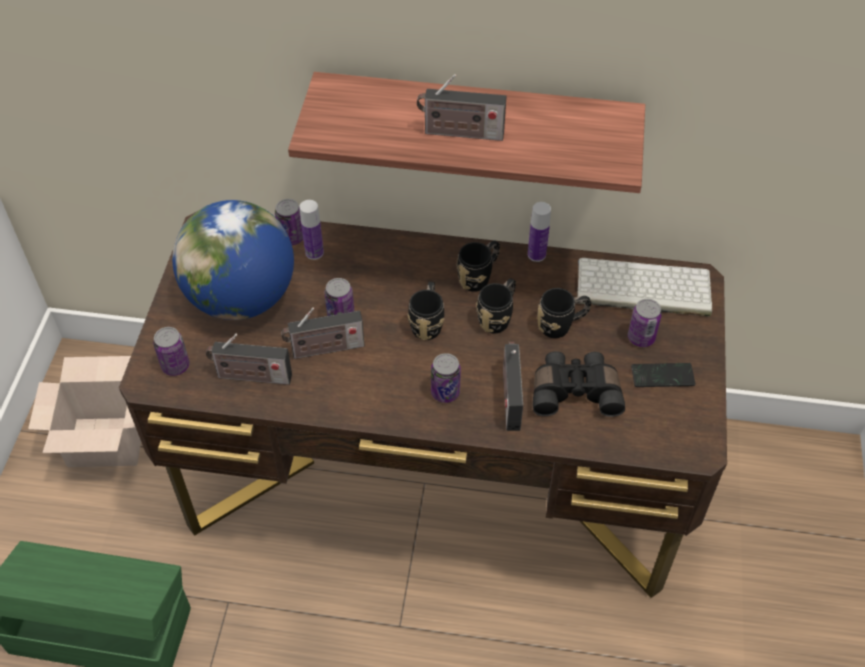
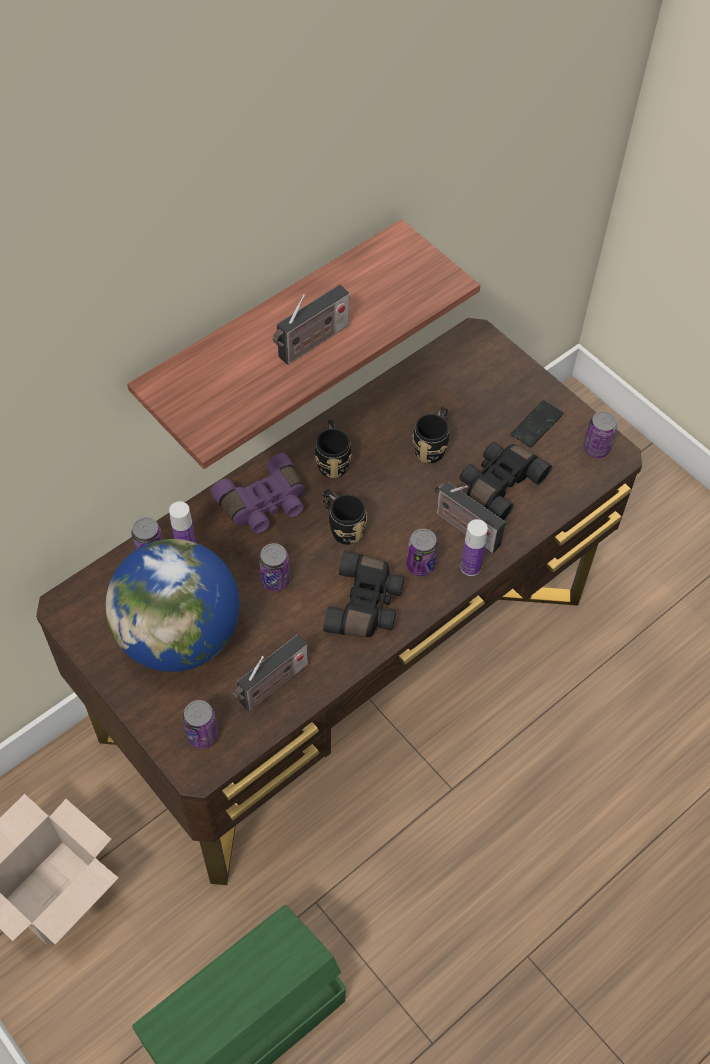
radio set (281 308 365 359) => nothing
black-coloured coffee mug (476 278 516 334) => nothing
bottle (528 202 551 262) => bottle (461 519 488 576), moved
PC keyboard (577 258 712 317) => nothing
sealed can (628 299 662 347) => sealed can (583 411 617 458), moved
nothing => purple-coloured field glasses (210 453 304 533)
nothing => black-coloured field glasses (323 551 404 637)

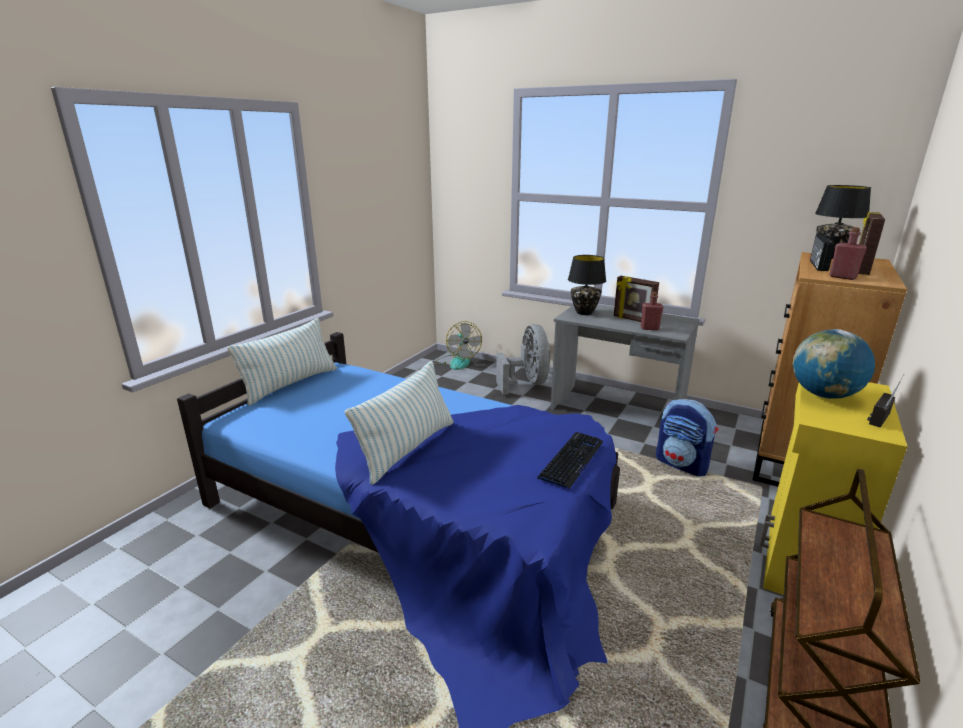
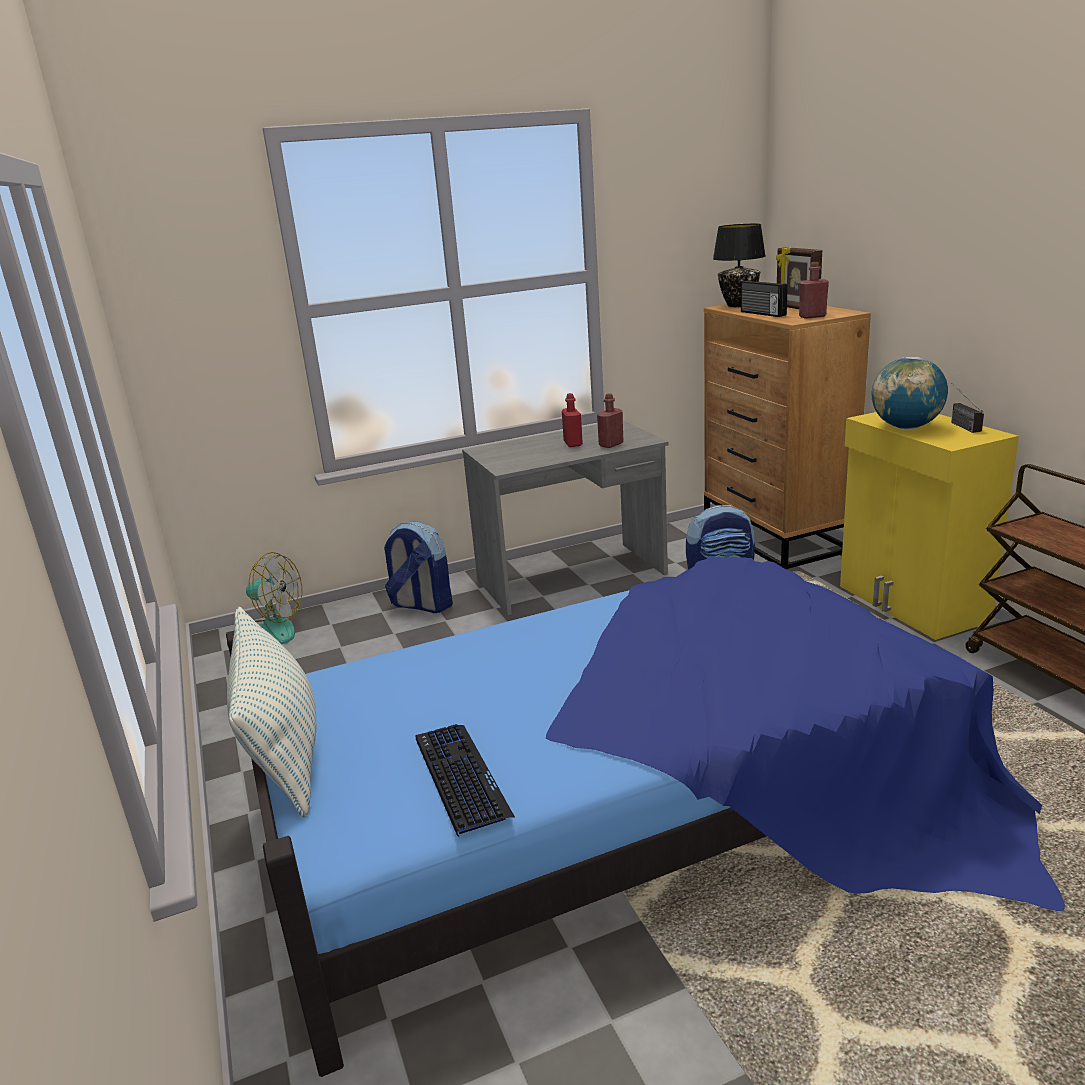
cushion (345 361 453 485) => nothing
gray fan (496 324 551 395) => knapsack (384 522 453 613)
PC keyboard (537 432 604 489) => PC keyboard (416 724 515 837), moved
black-coloured lamp for a table (568 255 606 315) => nothing
picture frame (614 276 659 322) => red-coloured bottle (562 393 583 447)

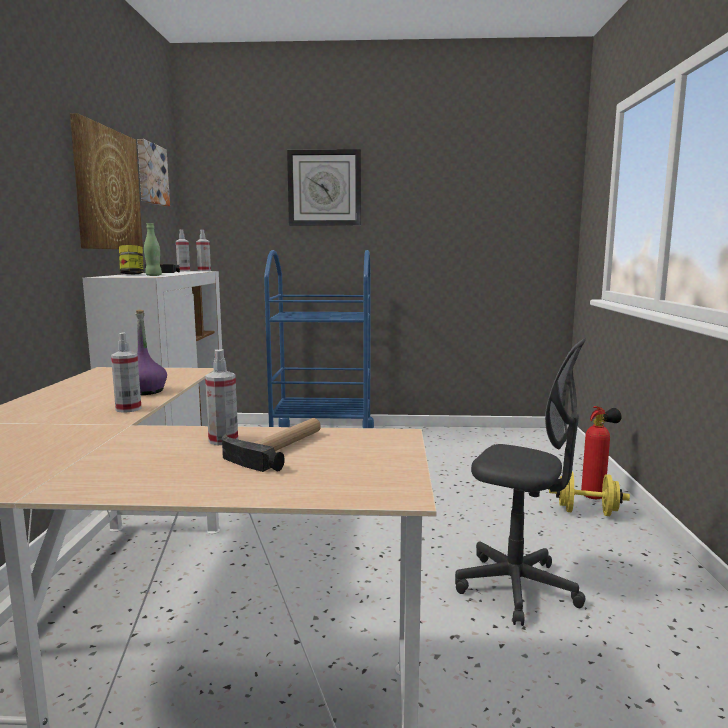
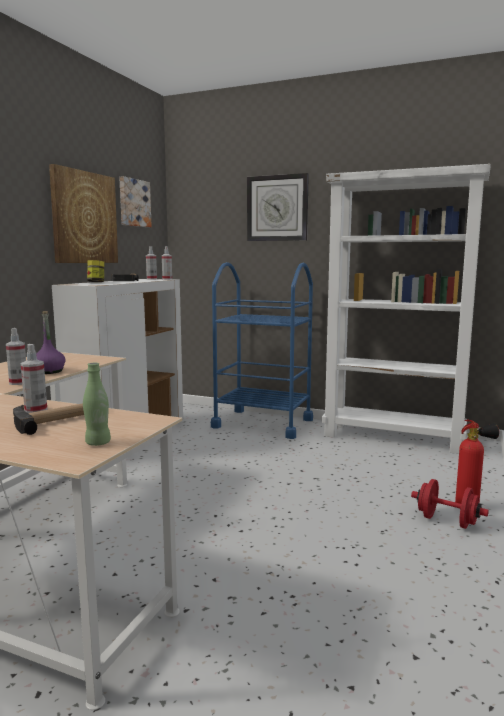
green-coloured bottle (144 223 162 276) => green-coloured bottle (83 363 111 446), moved
gray desk chair (455 338 586 626) => nothing
yellow-coloured hand weight (549 471 630 516) => red-coloured hand weight (411 479 489 529)
nothing => whitish bookshelf (322 164 491 454)

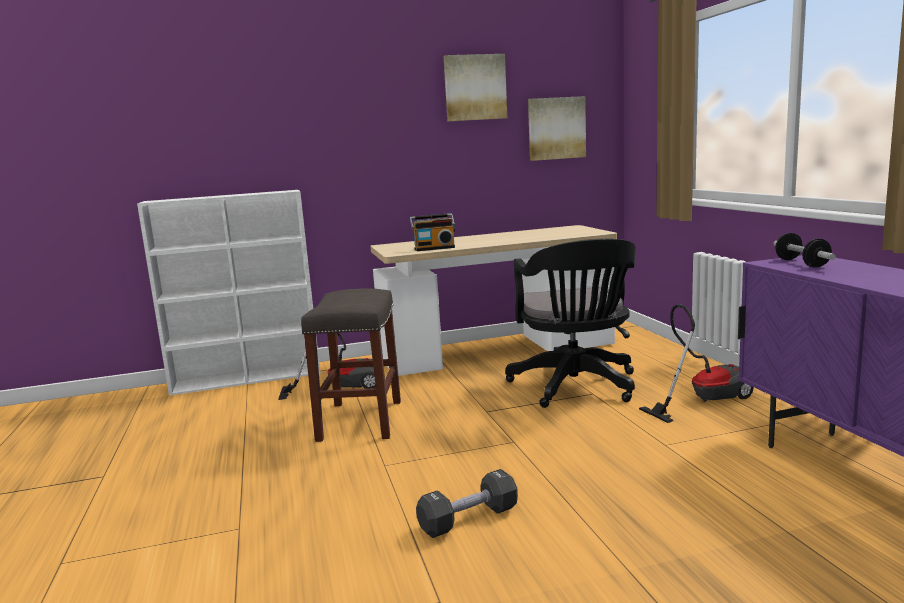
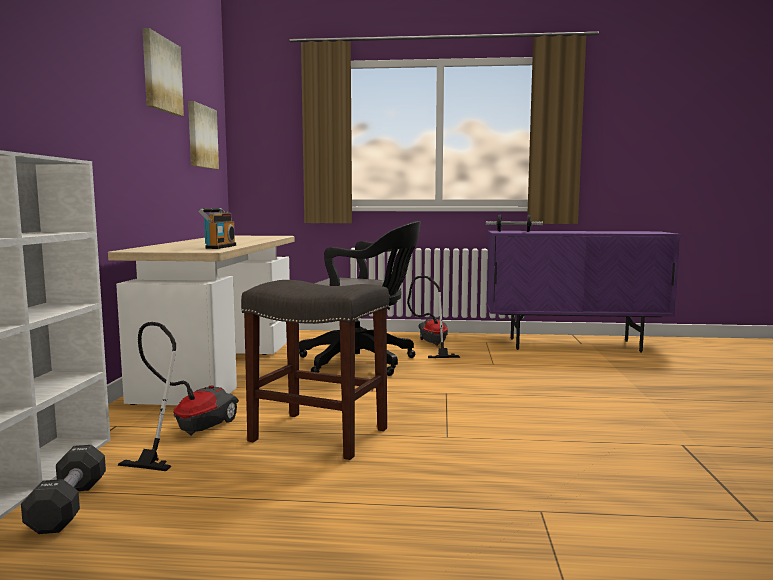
black-coloured hand weight (416 469 518 538) => black-coloured hand weight (21 445 106 534), moved

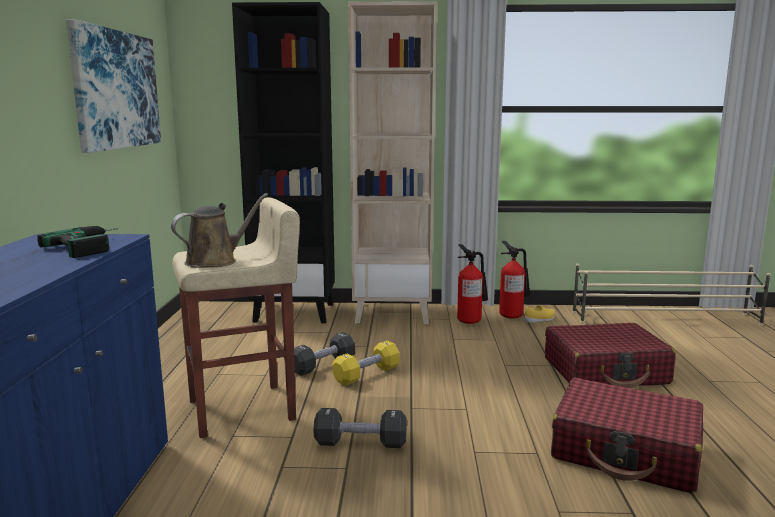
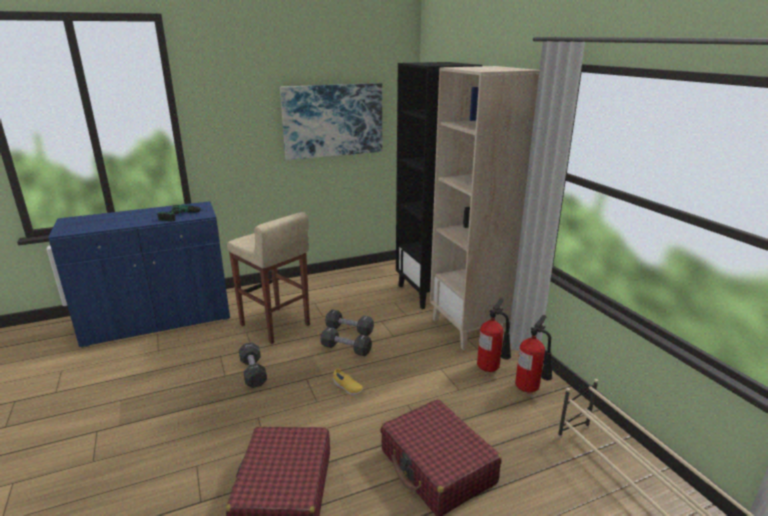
brown-coloured sprinkling can (171 193 268 268) => nothing
yellow-coloured hand weight (332 340 399 386) => black-coloured hand weight (320 327 372 356)
yellow-coloured item of footwear (525 305 556 323) => yellow-coloured item of footwear (333 369 364 395), moved

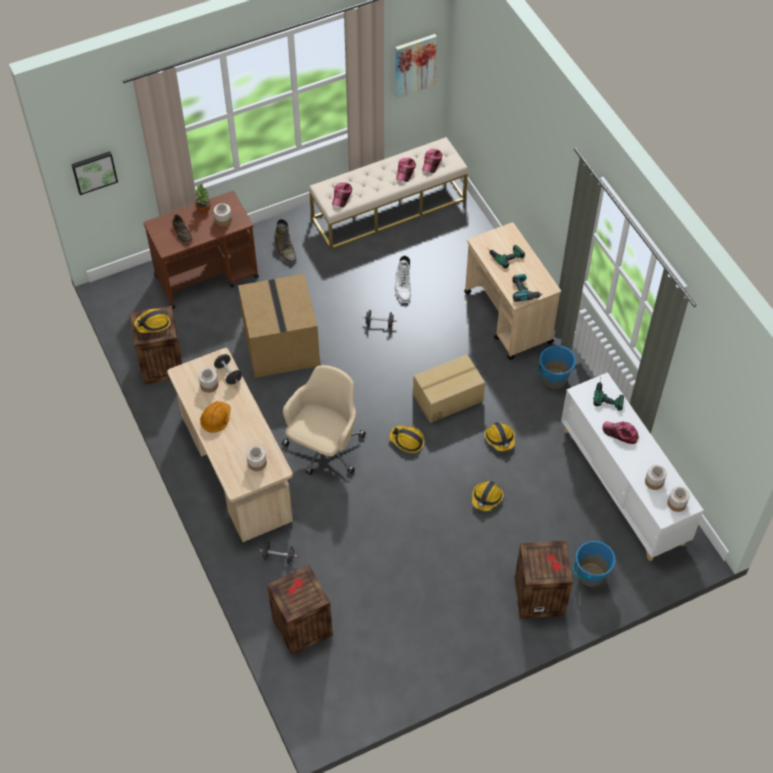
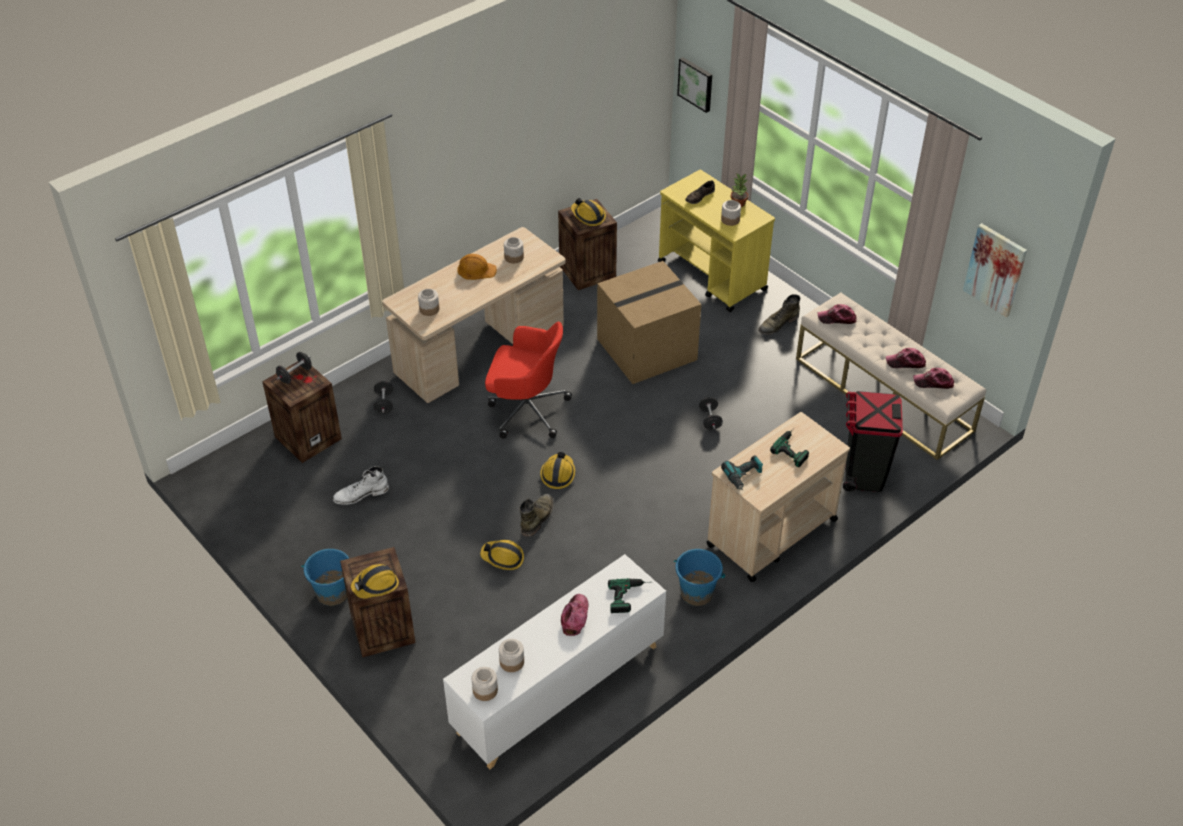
brown-coloured cart (143 191 259 309) => yellow-coloured cart (658 170 775 312)
black-coloured hand weight (214 354 242 384) => black-coloured hand weight (276 352 312 384), moved
beige desk chair (282 365 366 475) => red-coloured desk chair (485 322 572 439)
whitish high-top boot (395 256 411 302) => whitish high-top boot (333 466 389 505), moved
cardboard box (413 354 485 423) => nothing
work helmet (484 422 515 451) => work helmet (351 564 399 598), moved
blue pail (574 541 616 587) => blue pail (302 549 349 606), moved
nothing => green-coloured high-top boot (520 494 553 537)
nothing => black-coloured trash can (843 391 903 492)

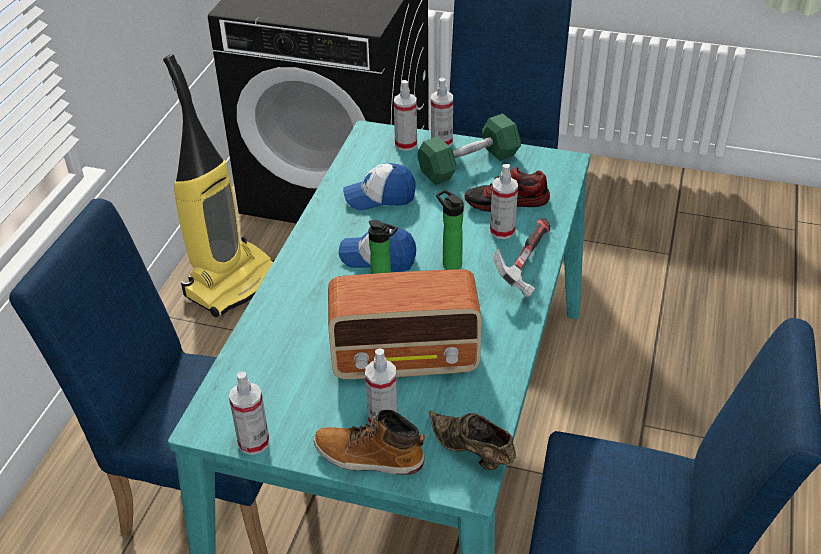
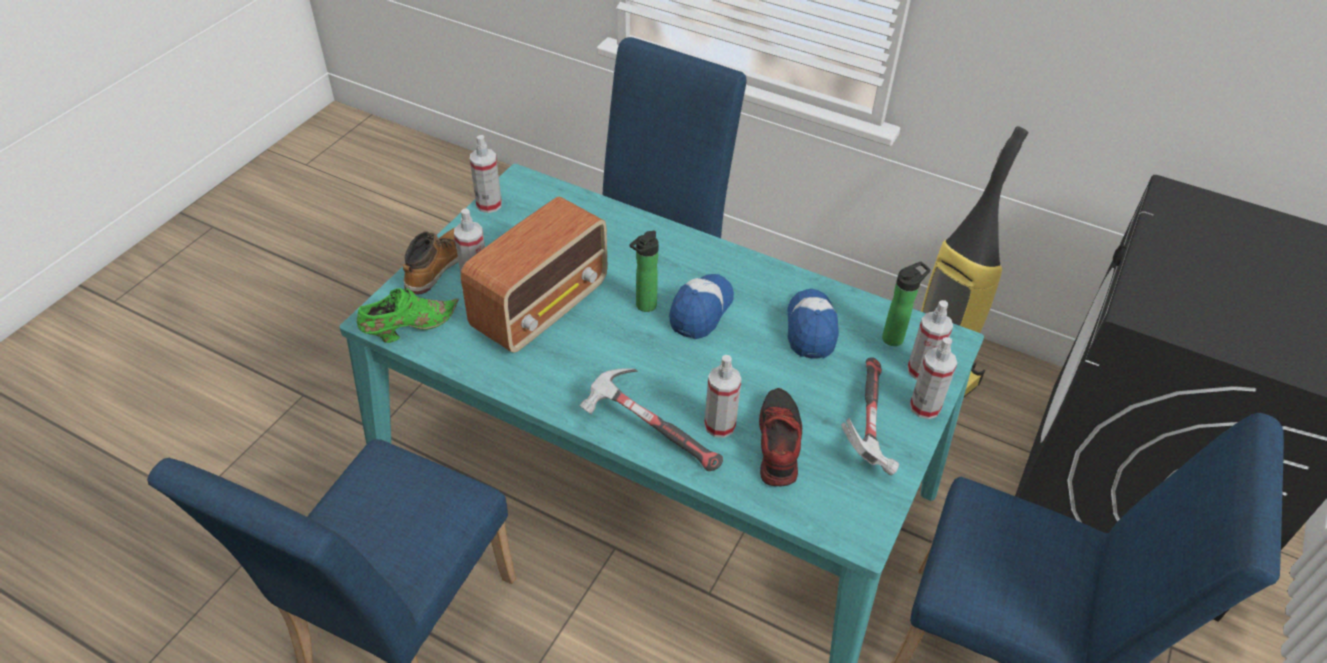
radio set (328 269 482 379) => radio set (461 197 607 352), 150 degrees counterclockwise
green-coloured hand weight (417 113 521 185) => hand hammer (841 357 899 475)
brown-coloured item of footwear (428 411 516 470) => green-coloured item of footwear (357 288 459 343)
bottle (436 190 464 270) => bottle (882 262 930 346), moved

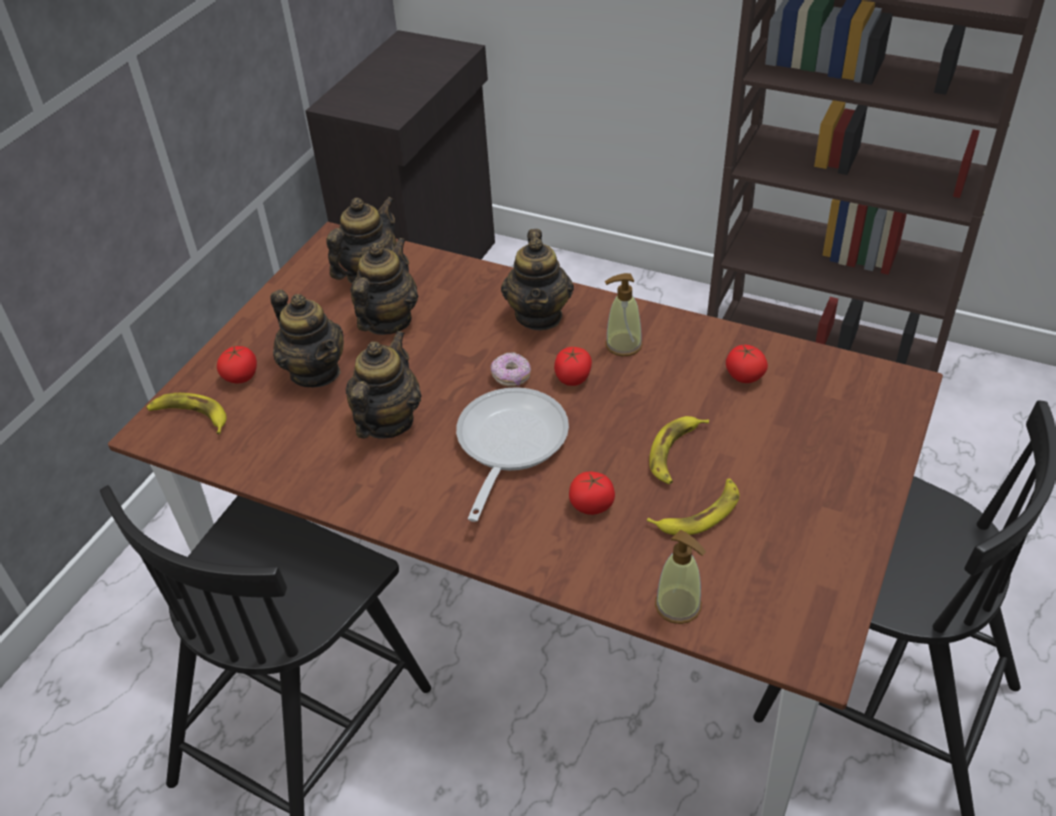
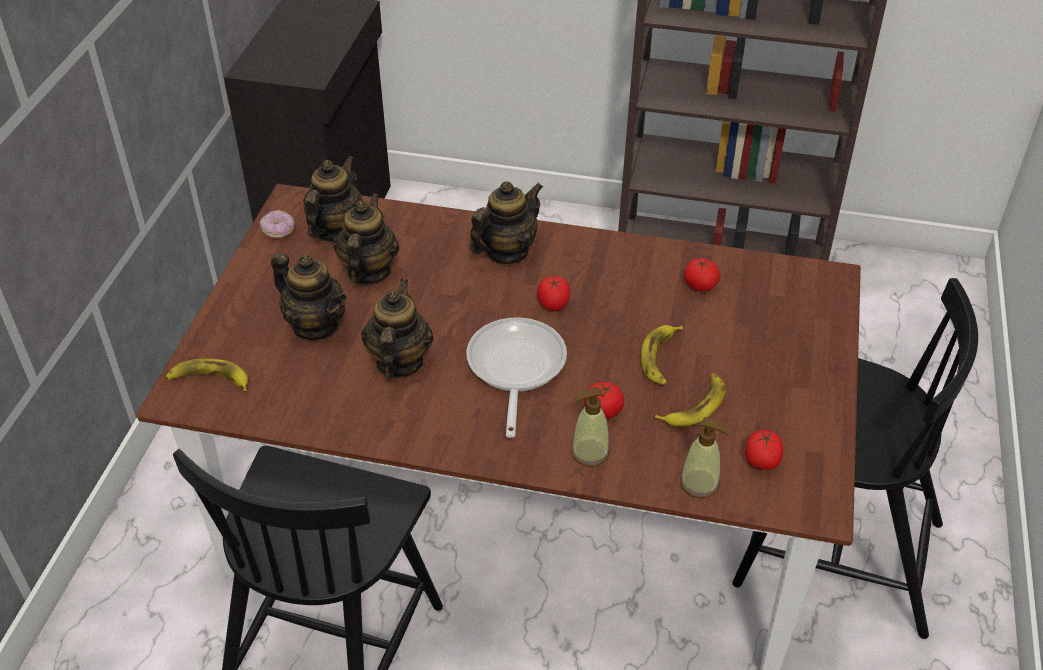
tomato (217 346 257 384) => tomato (745 430 783 470), moved
ring doughnut (491 352 531 387) => ring doughnut (260 210 295 238), moved
teapot (501 229 574 330) => teapot (469 181 543 264), 120 degrees counterclockwise
soap bottle (605 273 643 356) => soap bottle (571 387 610 467), moved

